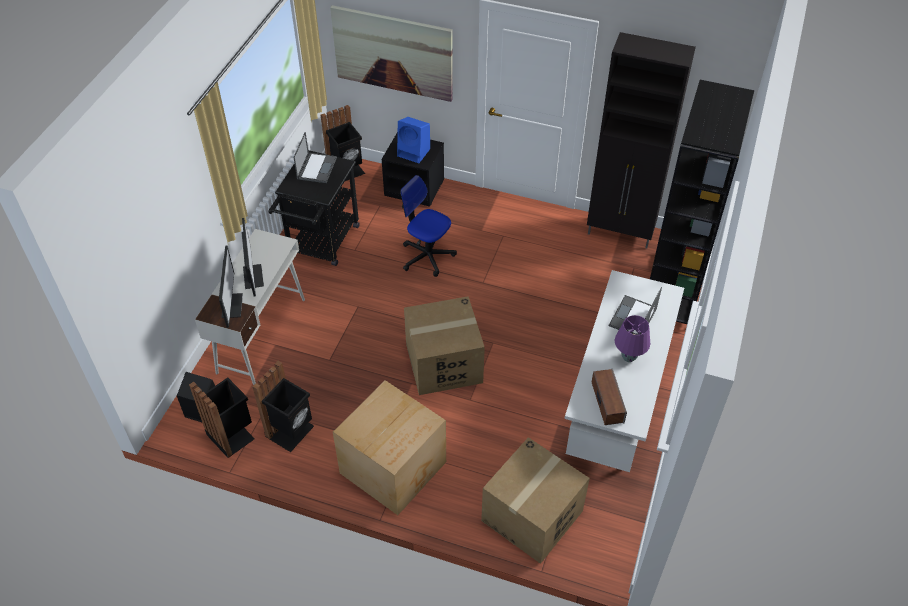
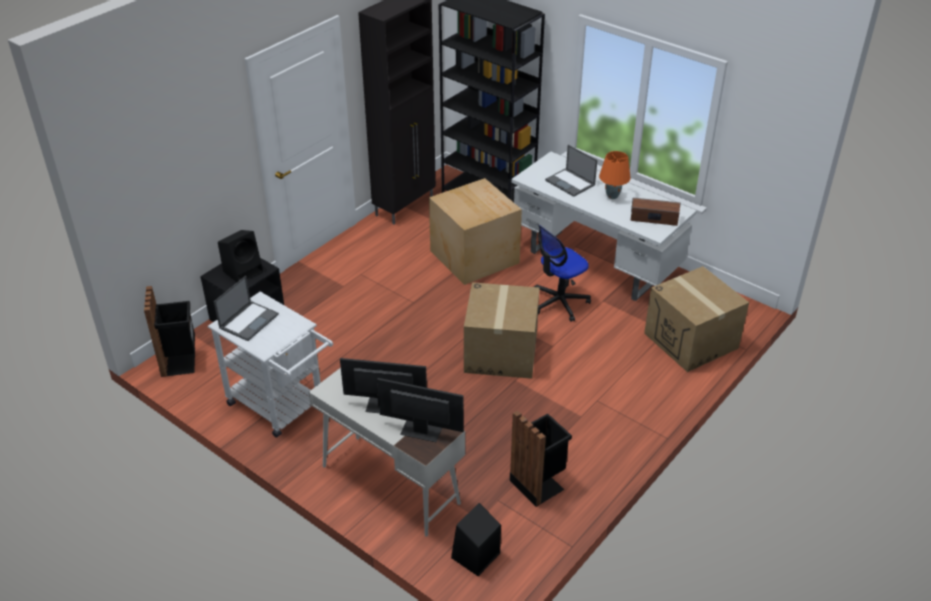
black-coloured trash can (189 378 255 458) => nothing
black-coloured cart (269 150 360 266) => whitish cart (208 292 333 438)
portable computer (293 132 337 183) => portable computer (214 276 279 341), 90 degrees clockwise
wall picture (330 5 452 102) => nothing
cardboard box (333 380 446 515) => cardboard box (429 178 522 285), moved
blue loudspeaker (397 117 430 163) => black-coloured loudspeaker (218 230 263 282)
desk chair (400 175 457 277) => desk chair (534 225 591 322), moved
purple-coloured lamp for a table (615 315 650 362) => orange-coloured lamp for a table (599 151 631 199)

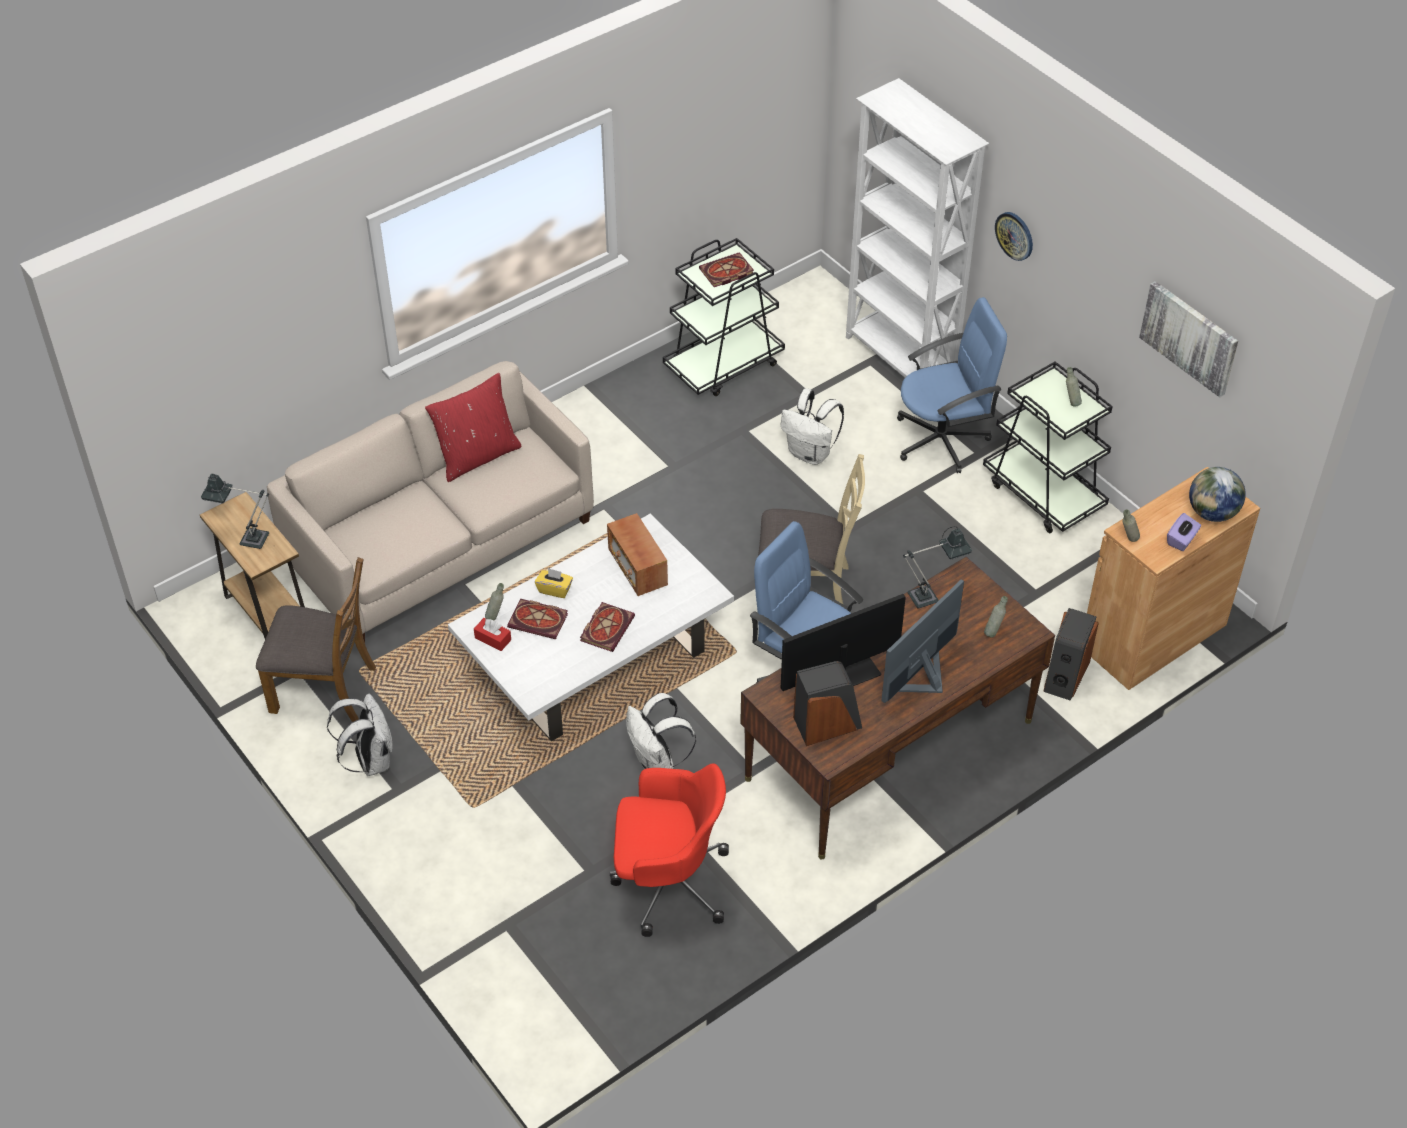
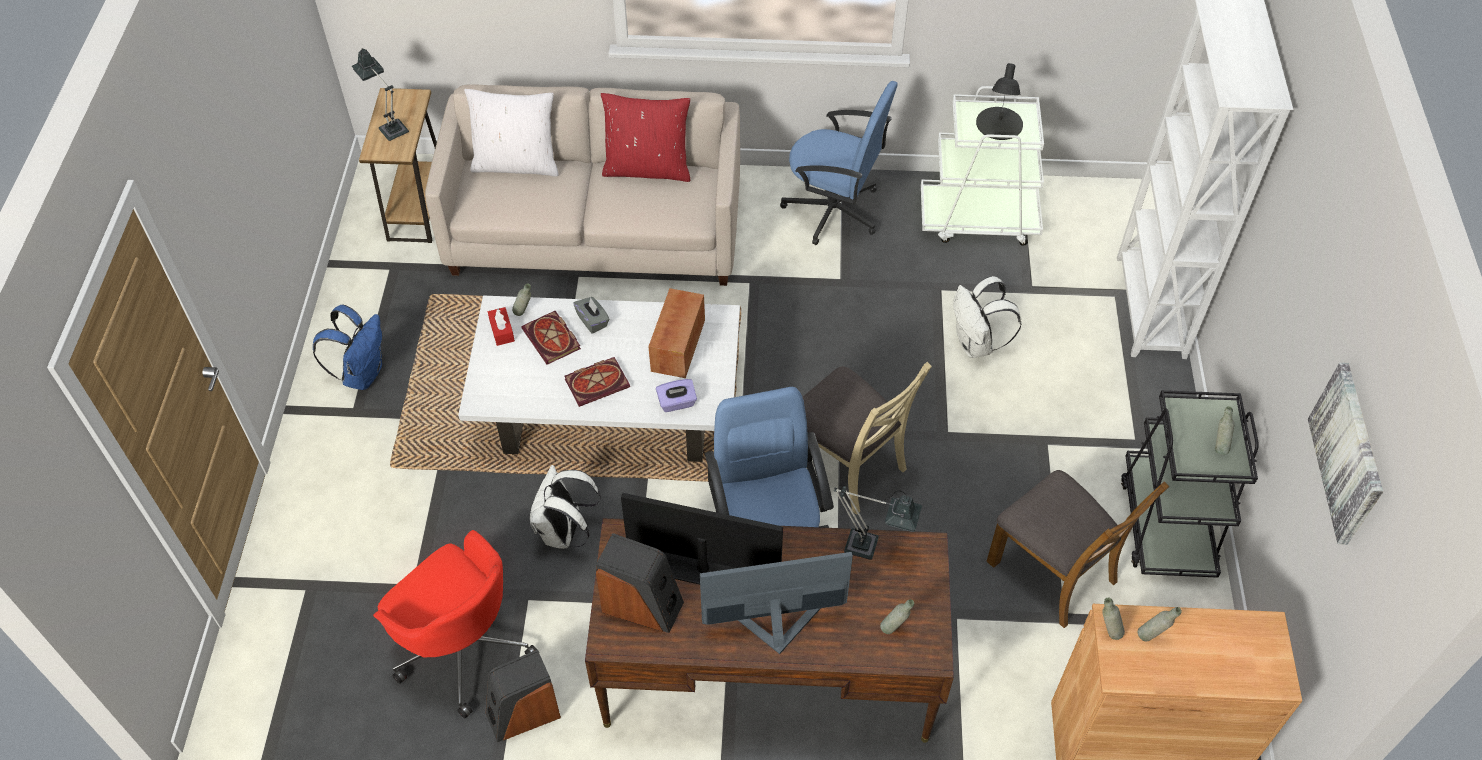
brown-coloured plain chair (256 557 376 722) => brown-coloured plain chair (987 470 1169 628), moved
whitish knapsack (327 694 392 776) => blue knapsack (313 304 382 390)
yellow-coloured tissue box (535 568 573 598) => gray tissue box (573 297 610 334)
black-coloured cart (663 238 785 396) => whitish cart (921 86 1044 246)
book (699 252 754 287) => black-coloured lamp for a table (976 63 1023 140)
blue desk chair (897 297 1007 473) => blue desk chair (780 81 898 245), moved
hanging clock (995 212 1033 261) => nothing
loudspeaker (1043 608 1099 701) => loudspeaker (486 649 561 742), moved
purple-coloured tissue box (1167 513 1201 551) => purple-coloured tissue box (656 379 697 412), moved
desk globe (1189 467 1246 522) => nothing
nothing => whitish cushion (464 89 559 177)
nothing => gray bottle (1138 607 1182 641)

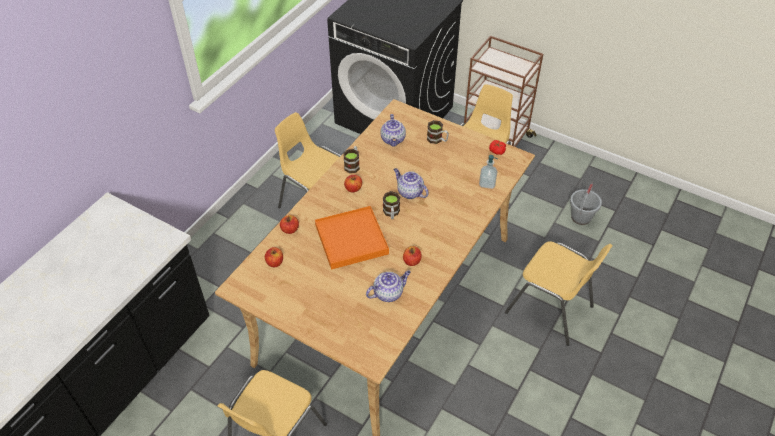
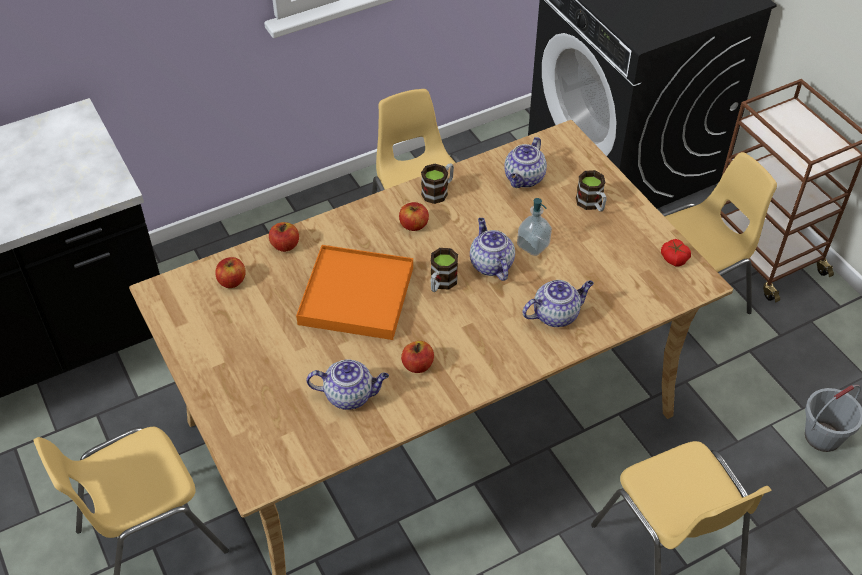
soap bottle (479 155 498 189) => soap bottle (517 198 552 256), moved
nothing => teapot (522 280 594 327)

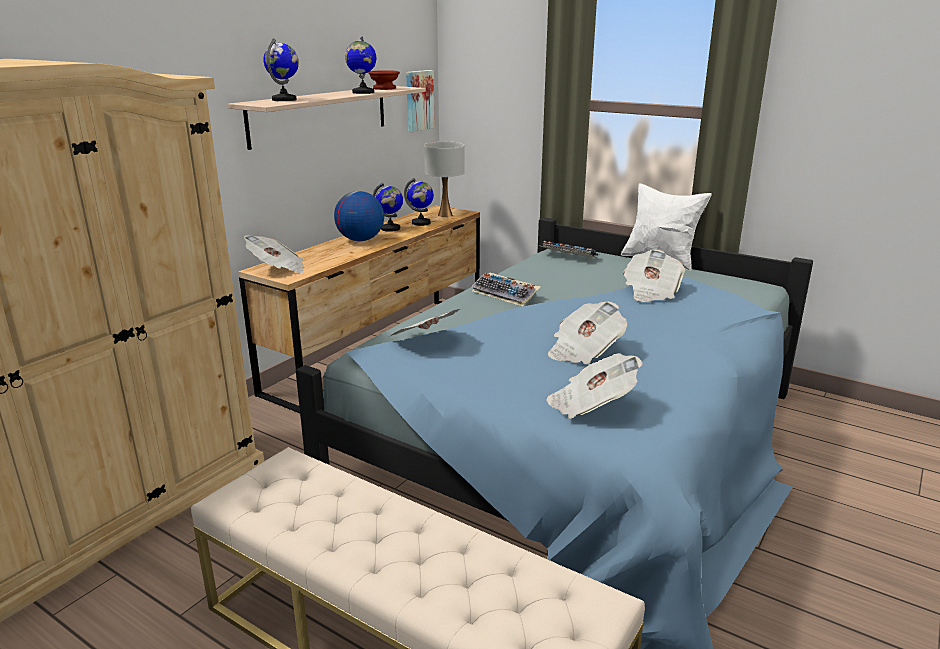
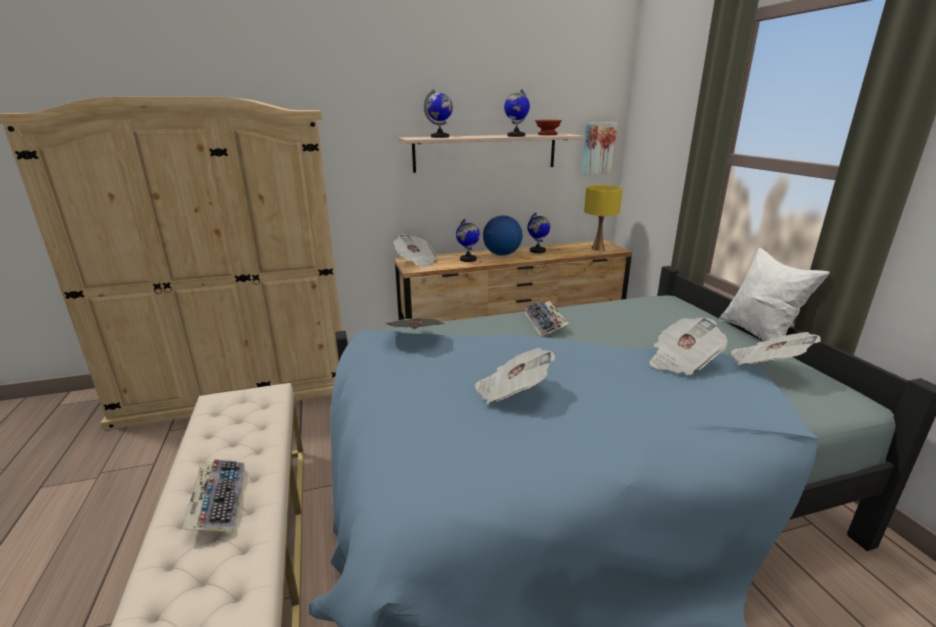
desk globe (404 178 434 226) => desk globe (456 219 480 262), moved
whitish lamp for a table (424 142 465 217) => yellow-coloured lamp for a table (584 185 623 251)
PC keyboard (538 241 599 258) => PC keyboard (182 459 245 533), moved
printed paper (546 353 643 419) => printed paper (731 332 821 365), moved

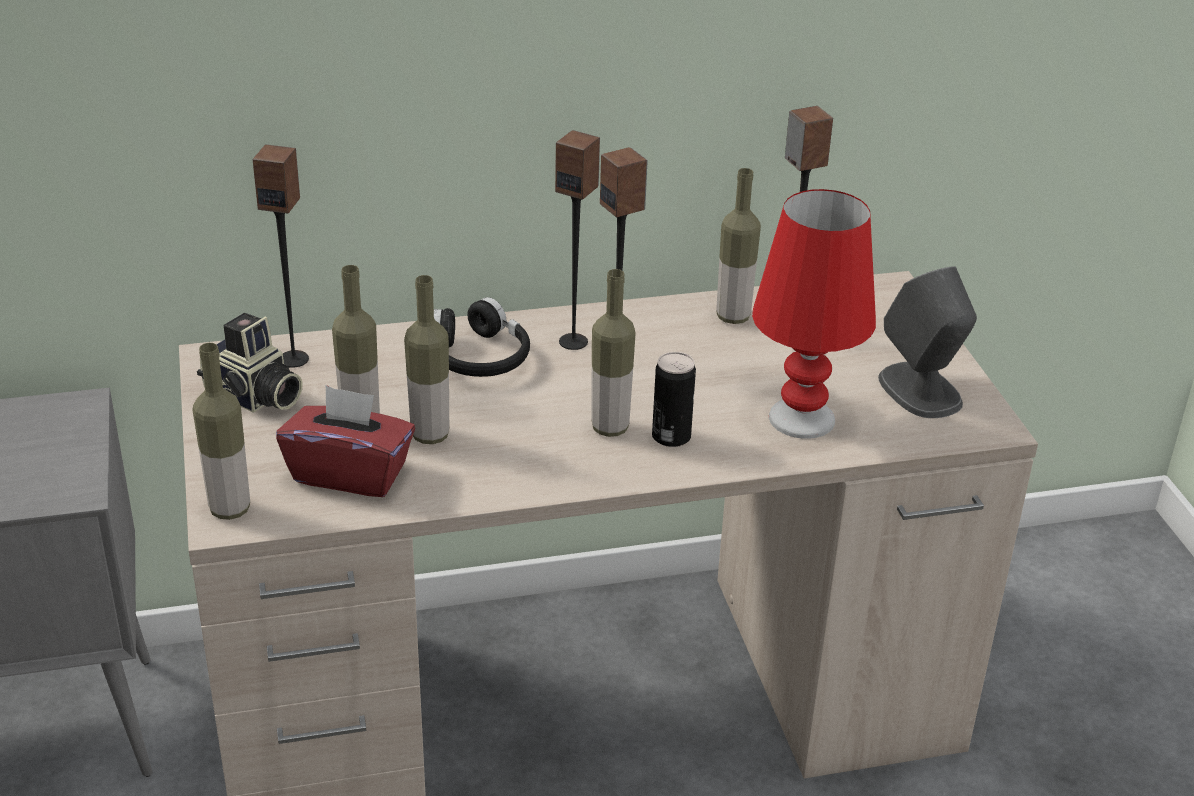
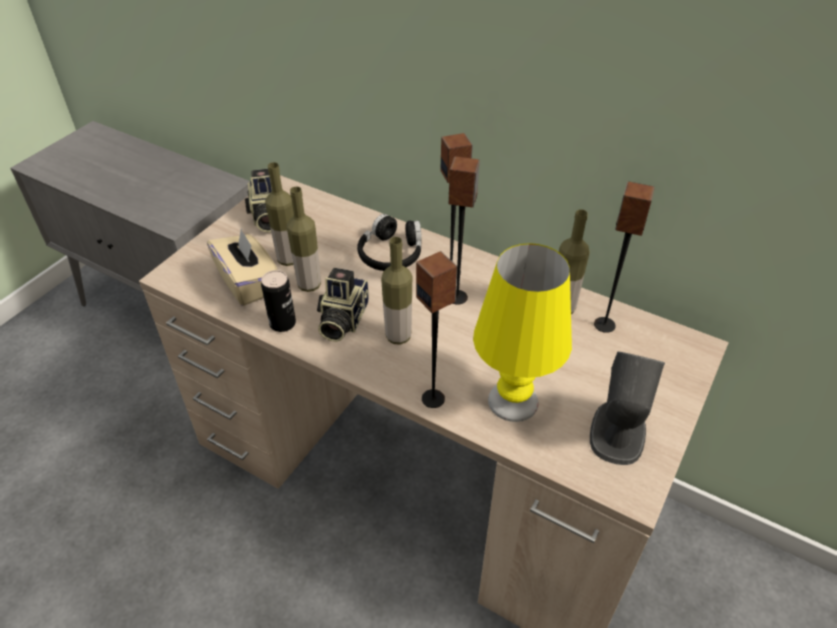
bottle (192 343 250 520) => nothing
loudspeaker (253 144 309 368) => loudspeaker (416 251 458 408), moved
red-coloured tissue box (276 385 415 497) => beige tissue box (207 228 277 306)
sealed can (652 352 696 447) => sealed can (261 270 296 332), moved
red-coloured lamp for a table (752 189 876 439) => yellow-coloured lamp for a table (473 243 572 422)
nothing => still camera (317 268 369 342)

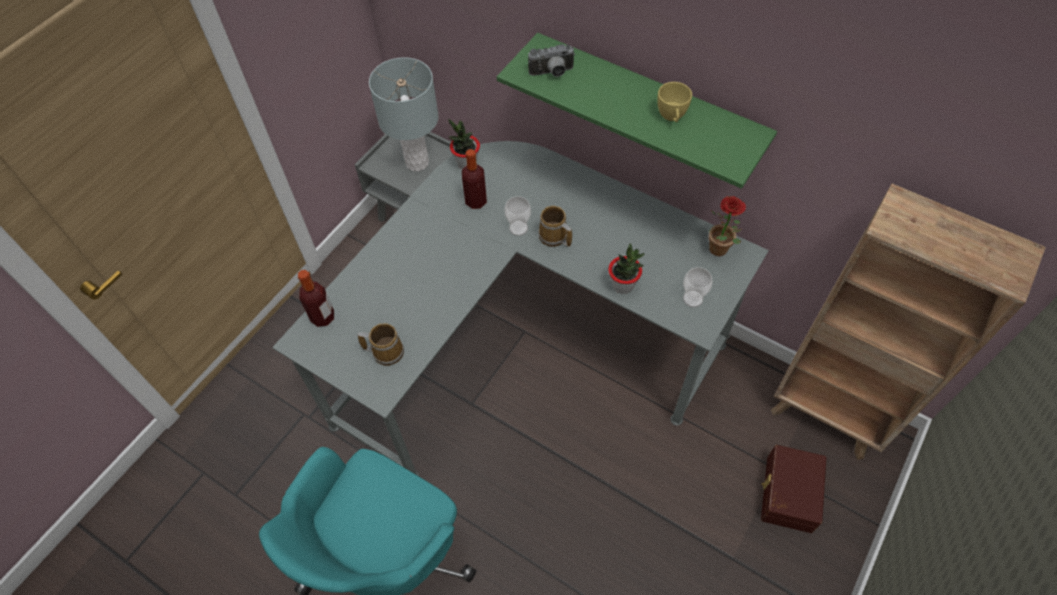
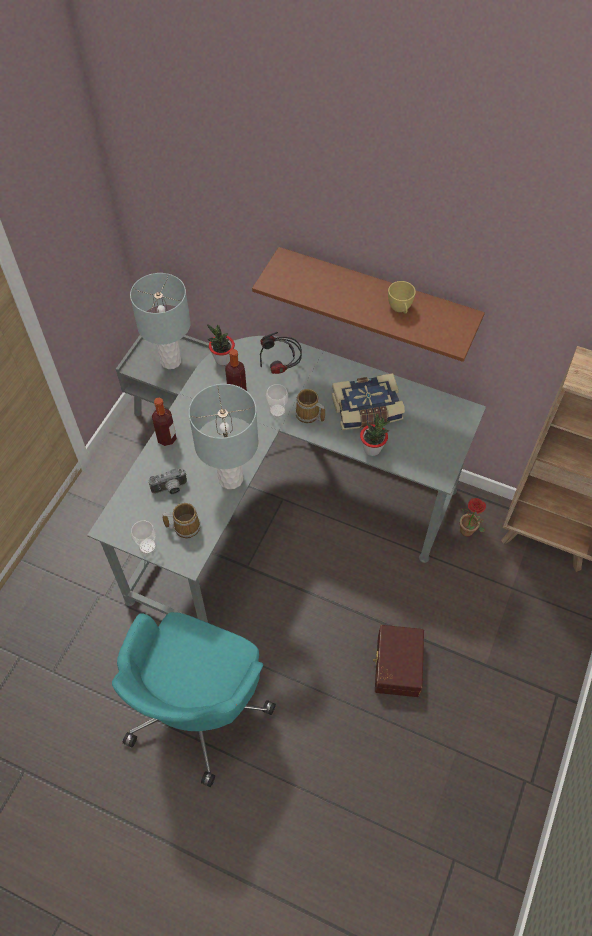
bottle (298 270 334 327) => bottle (152 398 177 446), moved
green-coloured bracket shelf (497 33 777 189) => brown-coloured bracket shelf (252 247 485 362)
still camera (528 44 575 77) => still camera (149 468 187 495), moved
drinking cup (683 267 712 307) => drinking cup (131 520 156 554), moved
plant in a pot (709 196 746 256) => plant in a pot (460 498 486 536), moved
brown-coloured storage box (761 445 826 533) => brown-coloured storage box (373 625 424 697), moved
nothing => gray lamp for a table (189 384 259 489)
nothing => headphones (260 332 302 374)
nothing => book (332 373 405 430)

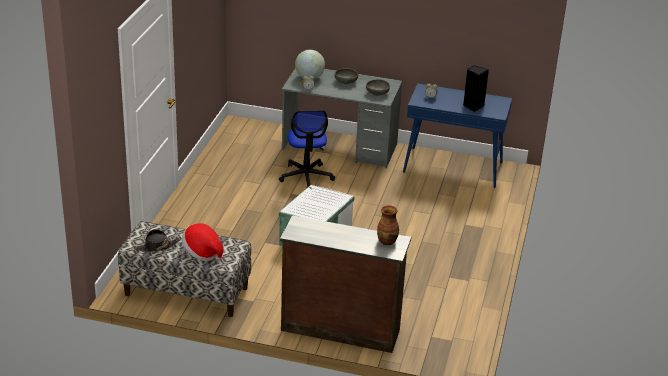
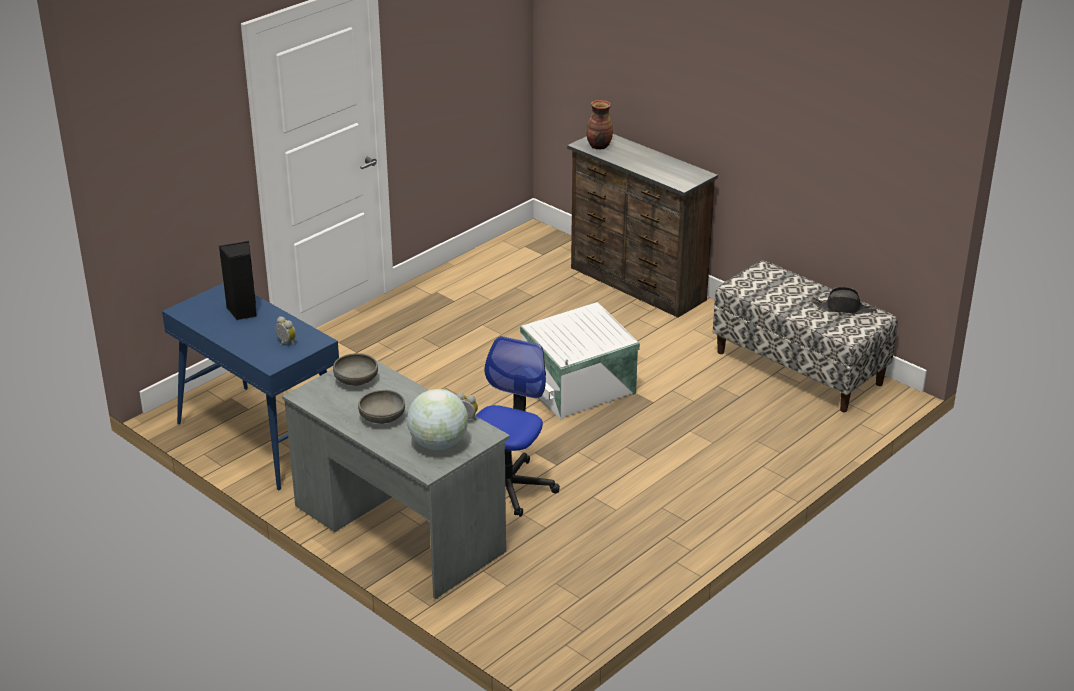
clothing hat (182 223 223 261) => nothing

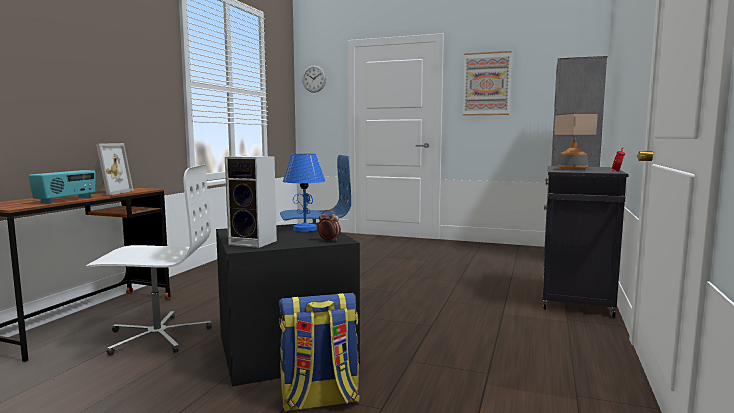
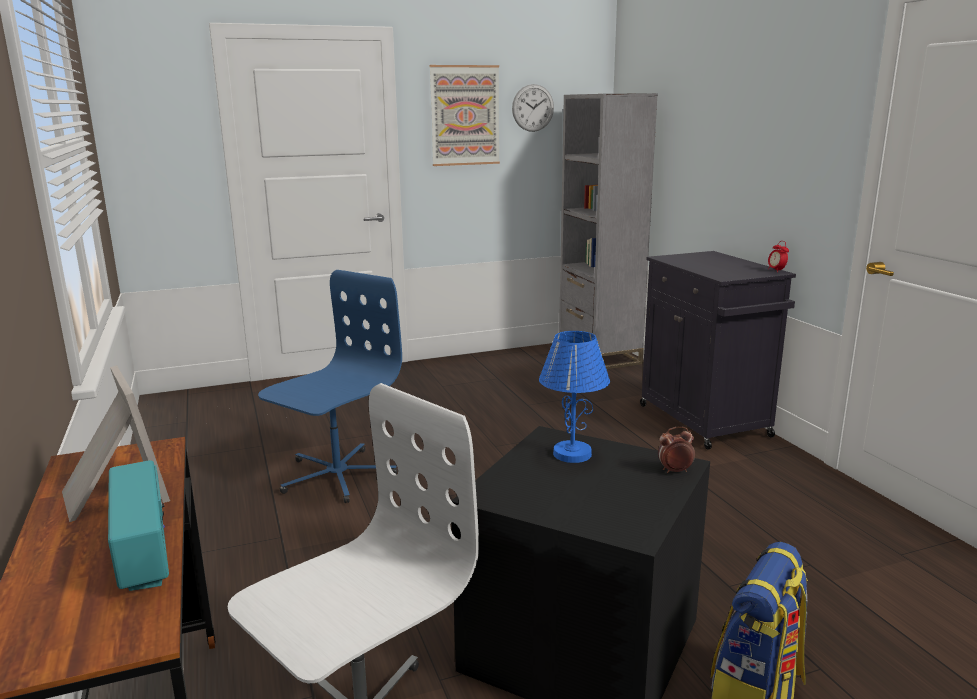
loudspeaker (225 156 277 248) => nothing
hanging clock (302 65 326 93) => hanging clock (512 84 554 132), moved
lamp for a table (554 112 598 170) => nothing

